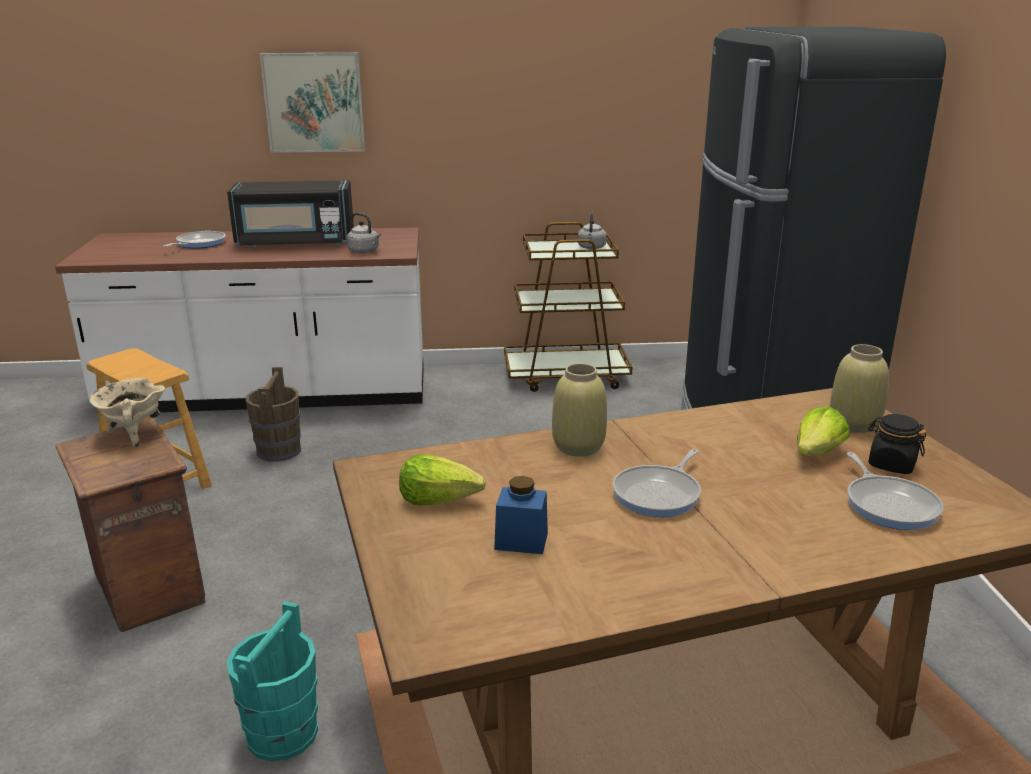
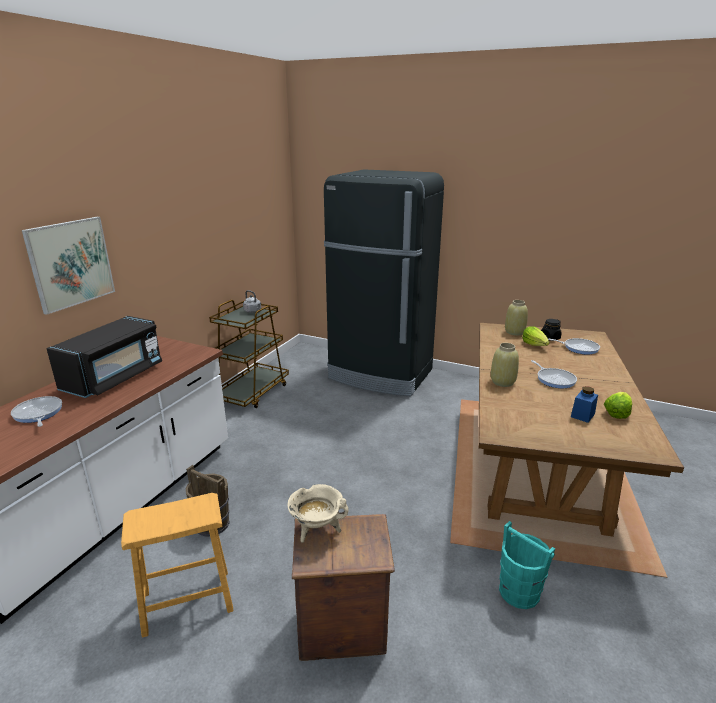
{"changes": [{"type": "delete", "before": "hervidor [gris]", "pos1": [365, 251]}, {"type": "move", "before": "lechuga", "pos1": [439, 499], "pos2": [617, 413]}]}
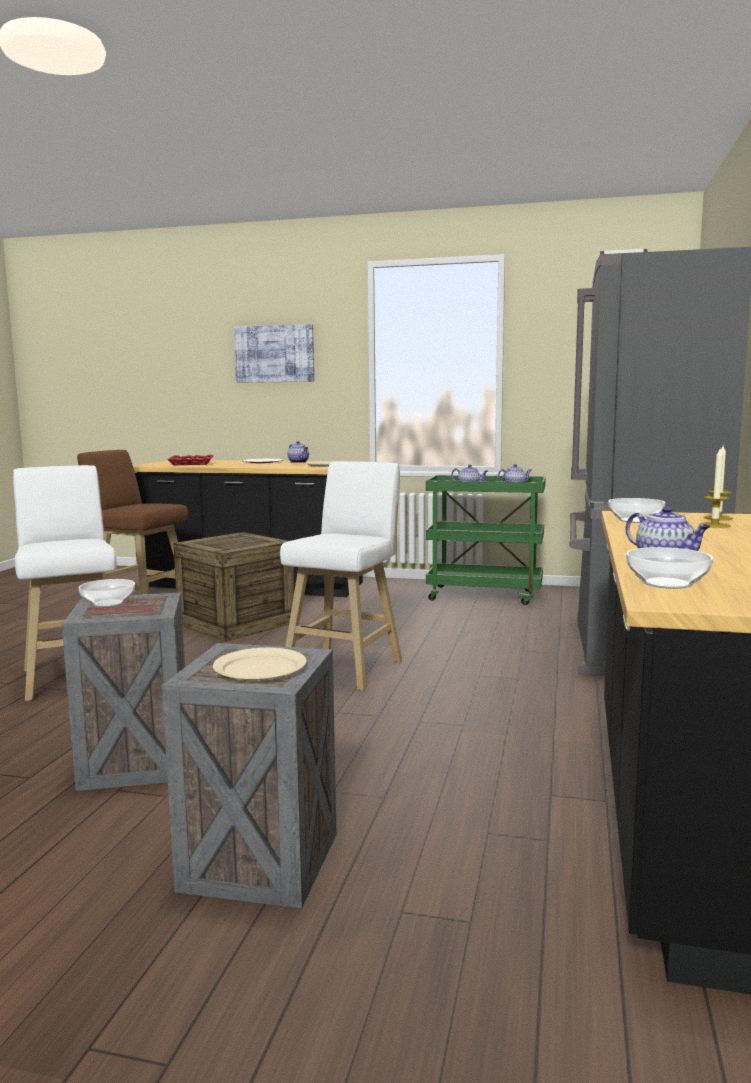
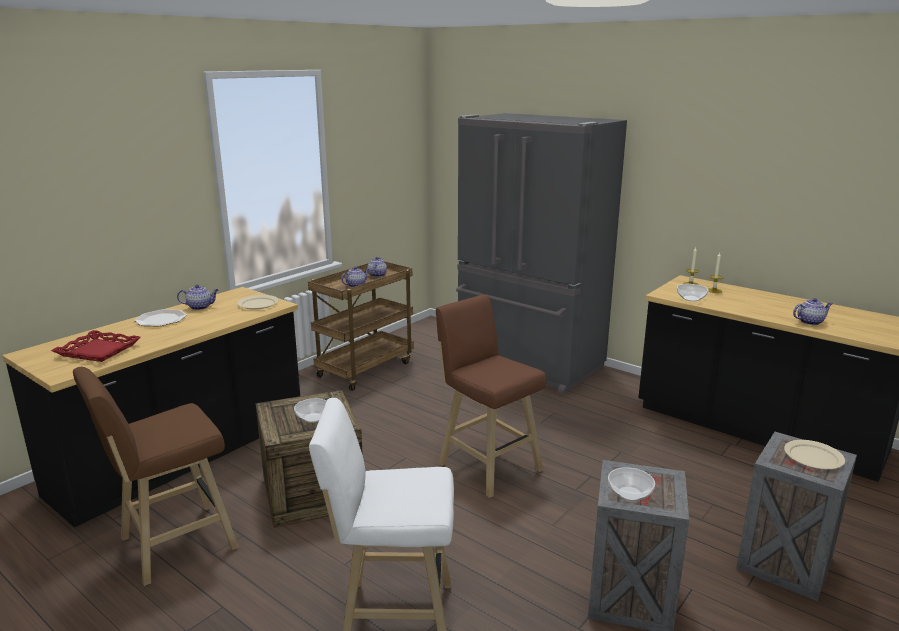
{"changes": [{"type": "delete", "before": "cuadro", "pos1": [274, 354]}, {"type": "recolor", "before": "taburete [blanco]", "after": "taburete [marrón]", "pos1": [346, 667], "pos2": [487, 465]}, {"type": "recolor", "before": "carrito [verde]", "after": "carrito [marrón]", "pos1": [485, 595], "pos2": [365, 368]}, {"type": "move", "before": "cuenco", "pos1": [666, 583], "pos2": [312, 418]}]}
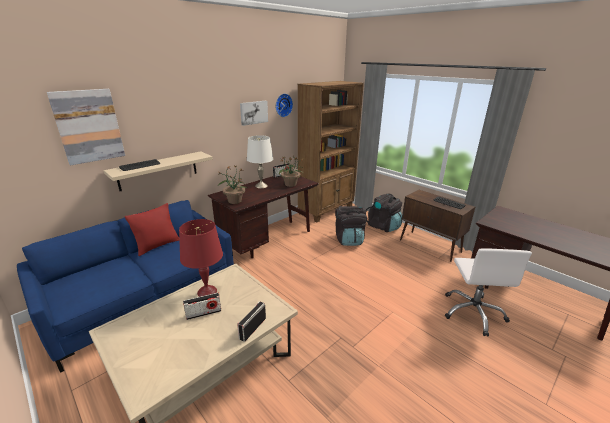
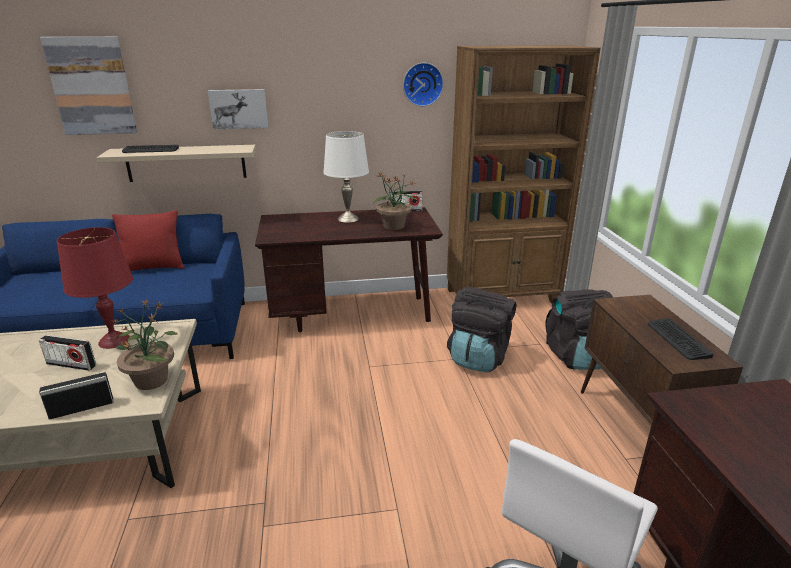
{"changes": [{"type": "move", "before": "cuadro", "pos1": [253, 112], "pos2": [239, 109]}, {"type": "move", "before": "planta en maceta", "pos1": [234, 201], "pos2": [151, 380]}]}
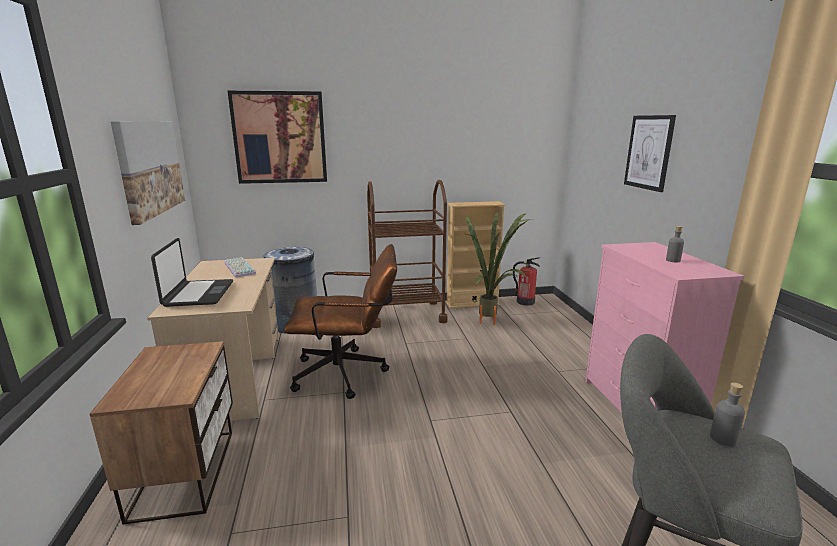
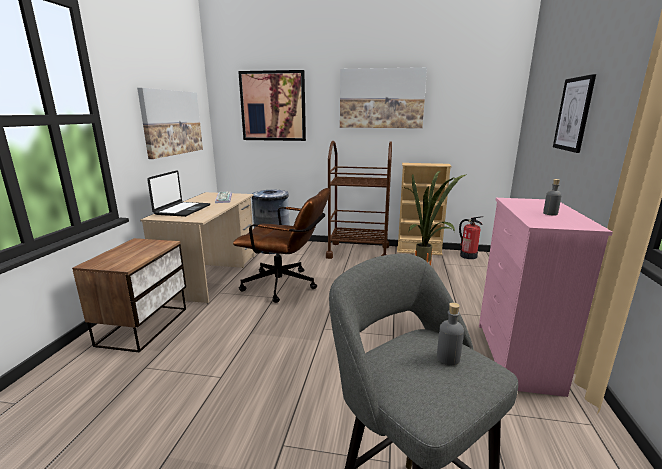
{"changes": [{"type": "insert", "after": "cuadro", "pos2": [381, 98]}]}
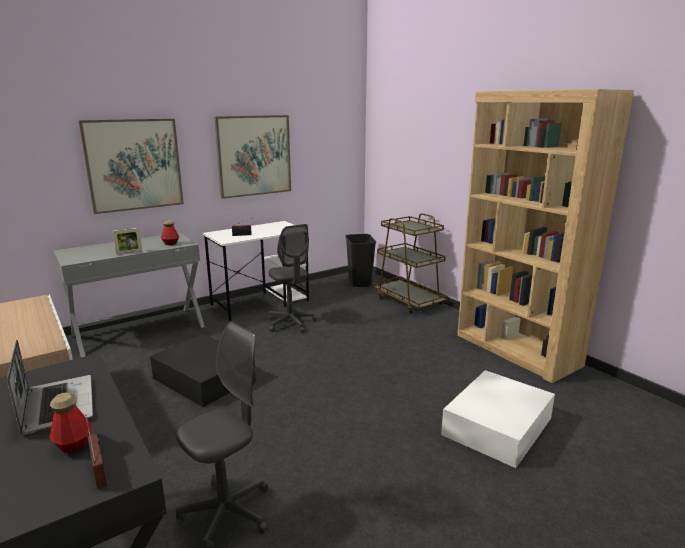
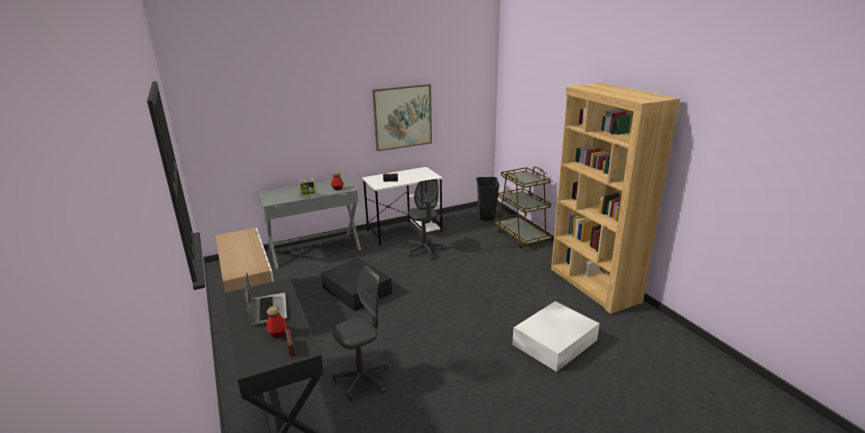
{"changes": [{"type": "delete", "before": "cuadro", "pos1": [134, 165]}]}
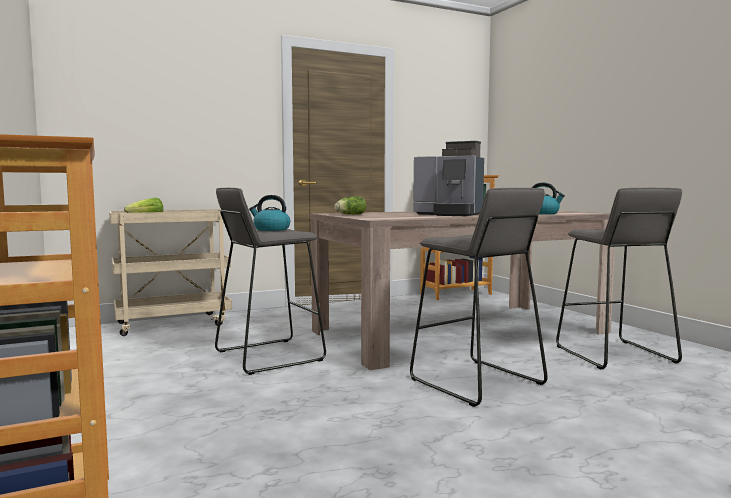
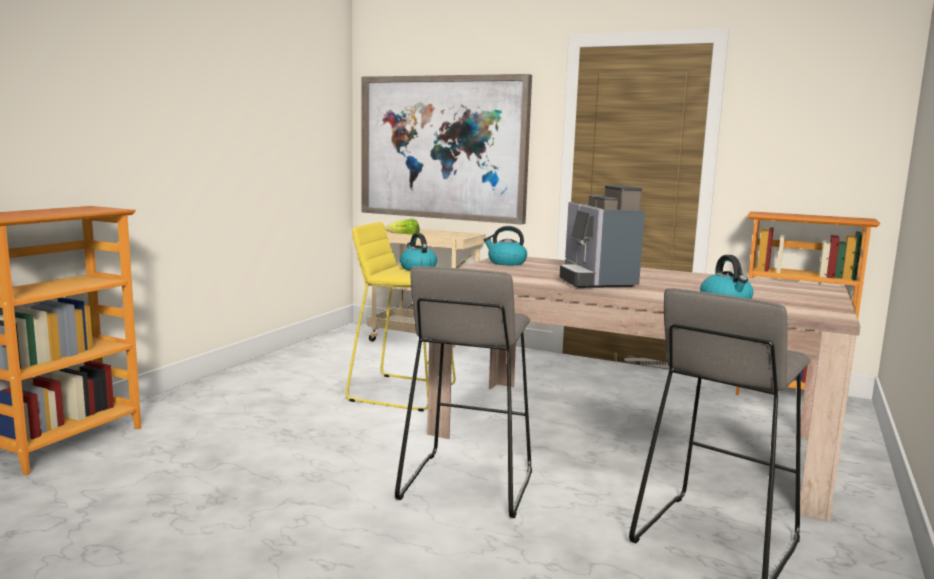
{"changes": [{"type": "recolor", "before": "taburete [gris]", "after": "taburete [amarillo]", "pos1": [268, 356], "pos2": [402, 392]}, {"type": "replace", "before": "lechuga", "after": "hervidor", "pos1": [349, 214], "pos2": [506, 263]}, {"type": "insert", "after": "cuadro", "pos2": [443, 148]}]}
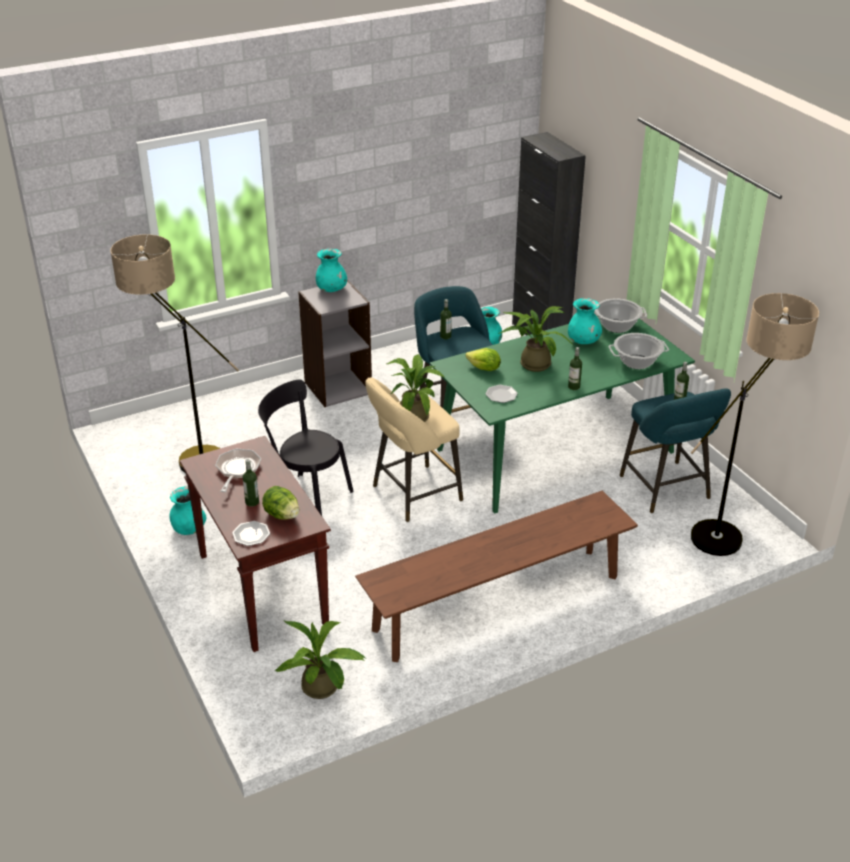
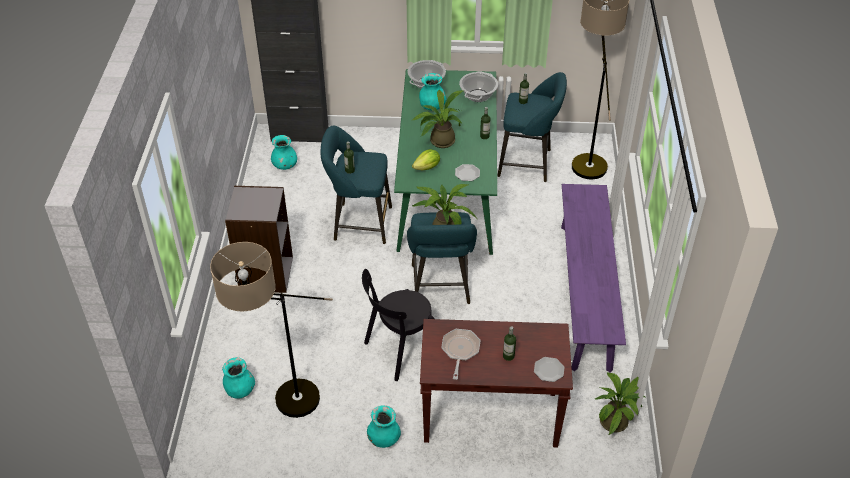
{"changes": [{"type": "move", "before": "florero [turquesa]", "pos1": [331, 289], "pos2": [240, 390]}, {"type": "recolor", "before": "taburete [beis]", "after": "taburete [turquesa]", "pos1": [412, 495], "pos2": [440, 288]}, {"type": "rotate", "before": "sartén", "pos1": [237, 470], "pos2": [460, 351], "turn": 60}, {"type": "delete", "before": "lechuga", "pos1": [282, 515]}, {"type": "recolor", "before": "banco [marrón]", "after": "banco [morado]", "pos1": [497, 603], "pos2": [585, 294]}]}
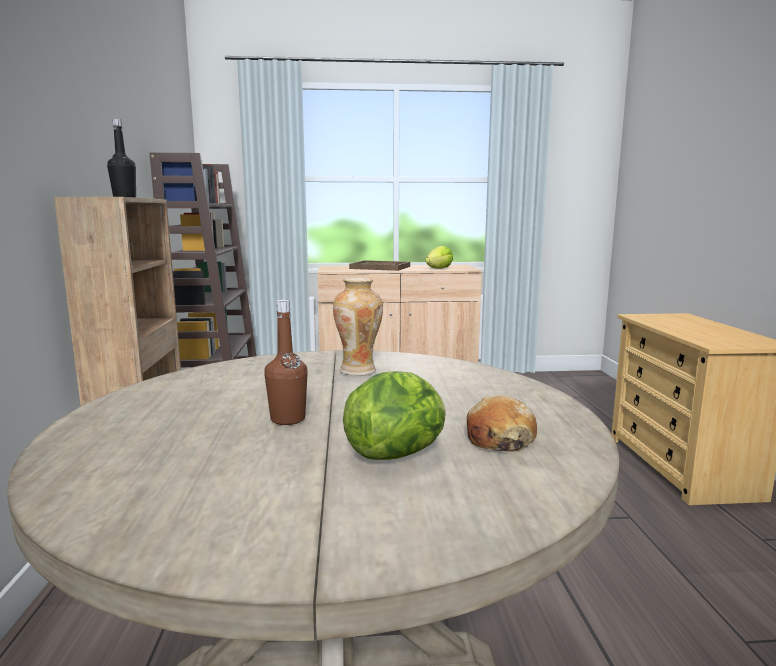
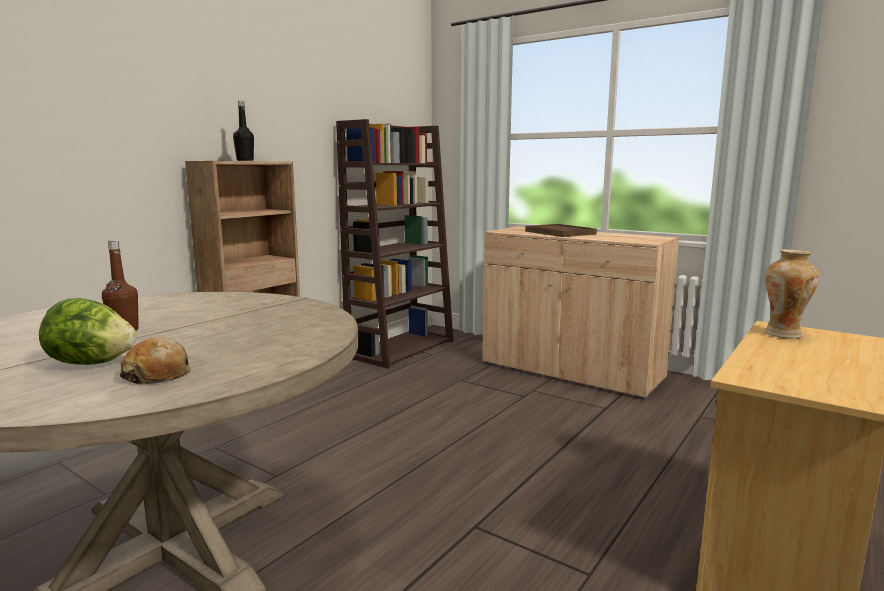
{"changes": [{"type": "delete", "before": "lechuga", "pos1": [438, 269]}, {"type": "move", "before": "florero", "pos1": [359, 371], "pos2": [784, 334]}]}
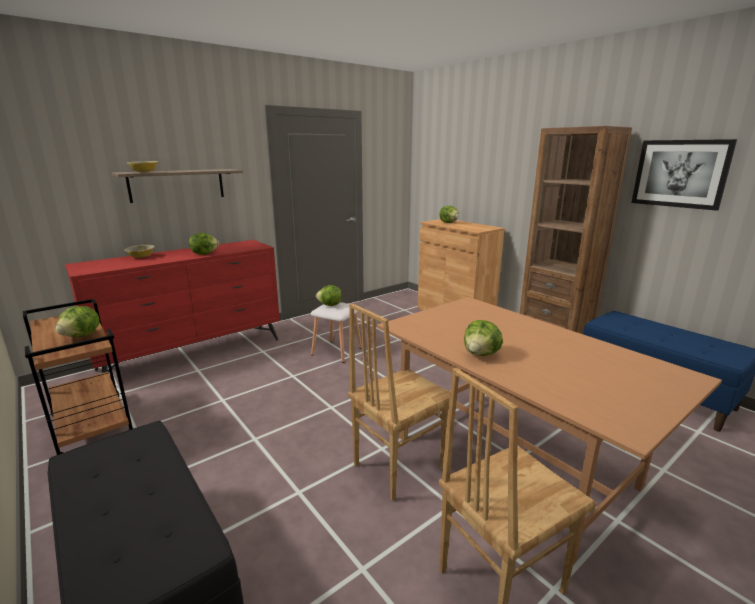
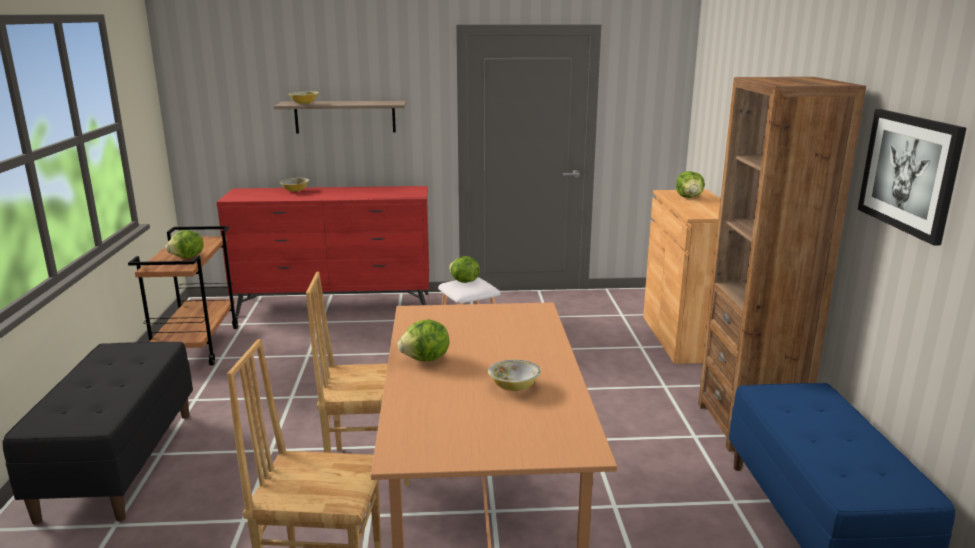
{"changes": [{"type": "delete", "before": "lechuga", "pos1": [204, 254]}, {"type": "insert", "after": "cuenco", "pos2": [514, 386]}]}
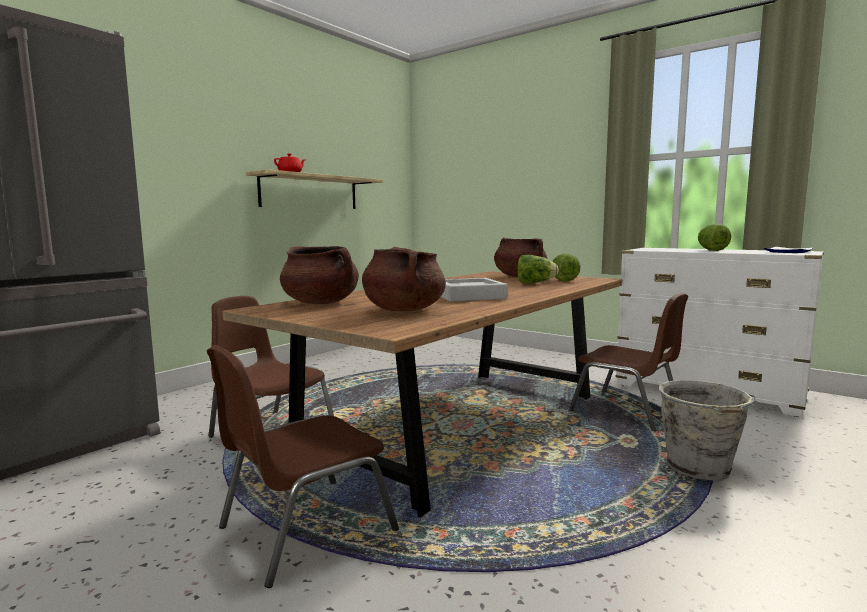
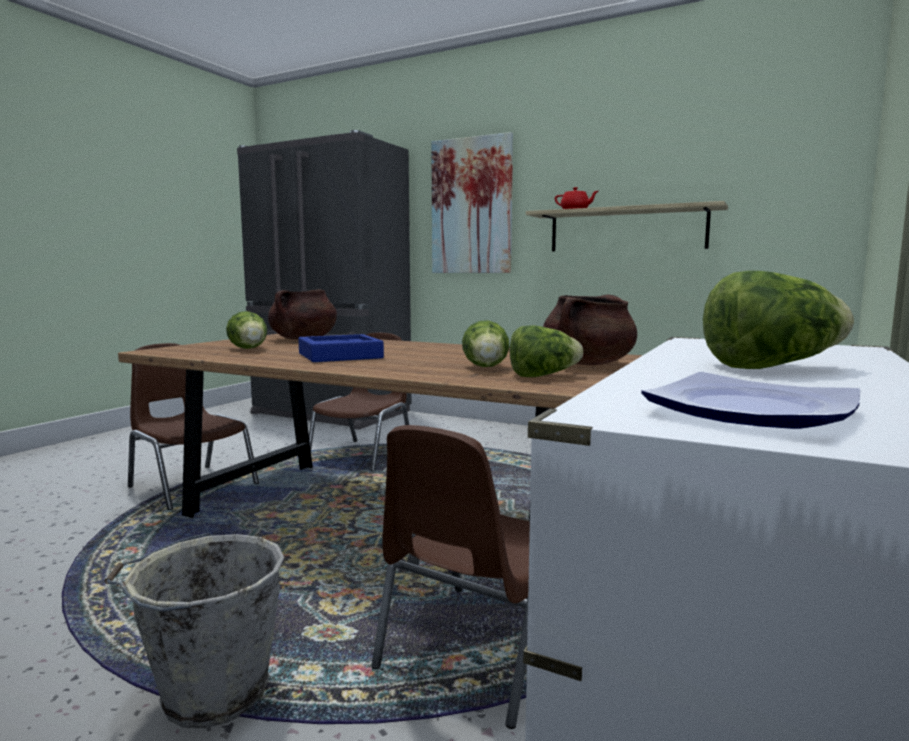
{"changes": [{"type": "replace", "before": "olla [marrón]", "after": "lechuga", "pos1": [404, 310], "pos2": [250, 349]}, {"type": "recolor", "before": "bandeja [gris]", "after": "bandeja [azul]", "pos1": [469, 296], "pos2": [340, 356]}, {"type": "insert", "after": "cuadro", "pos2": [471, 206]}]}
